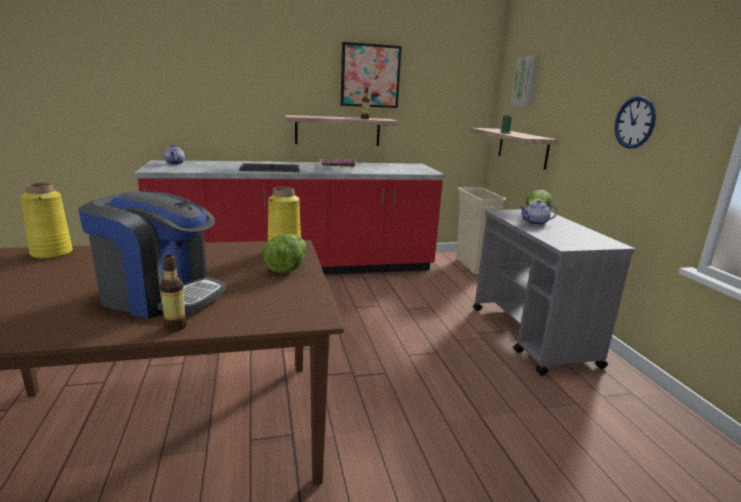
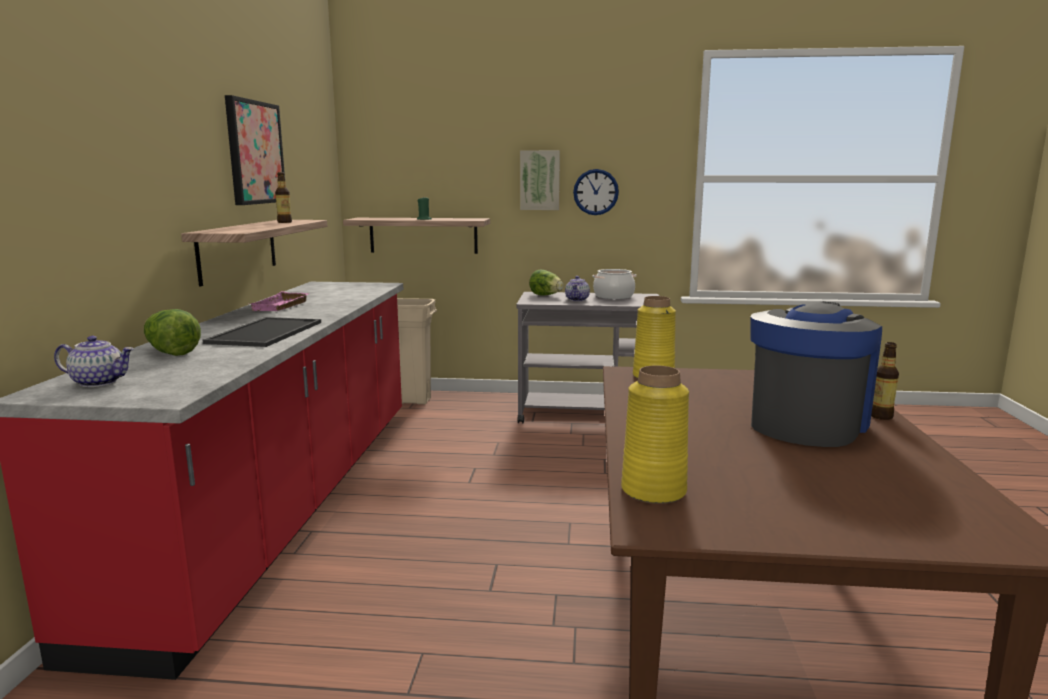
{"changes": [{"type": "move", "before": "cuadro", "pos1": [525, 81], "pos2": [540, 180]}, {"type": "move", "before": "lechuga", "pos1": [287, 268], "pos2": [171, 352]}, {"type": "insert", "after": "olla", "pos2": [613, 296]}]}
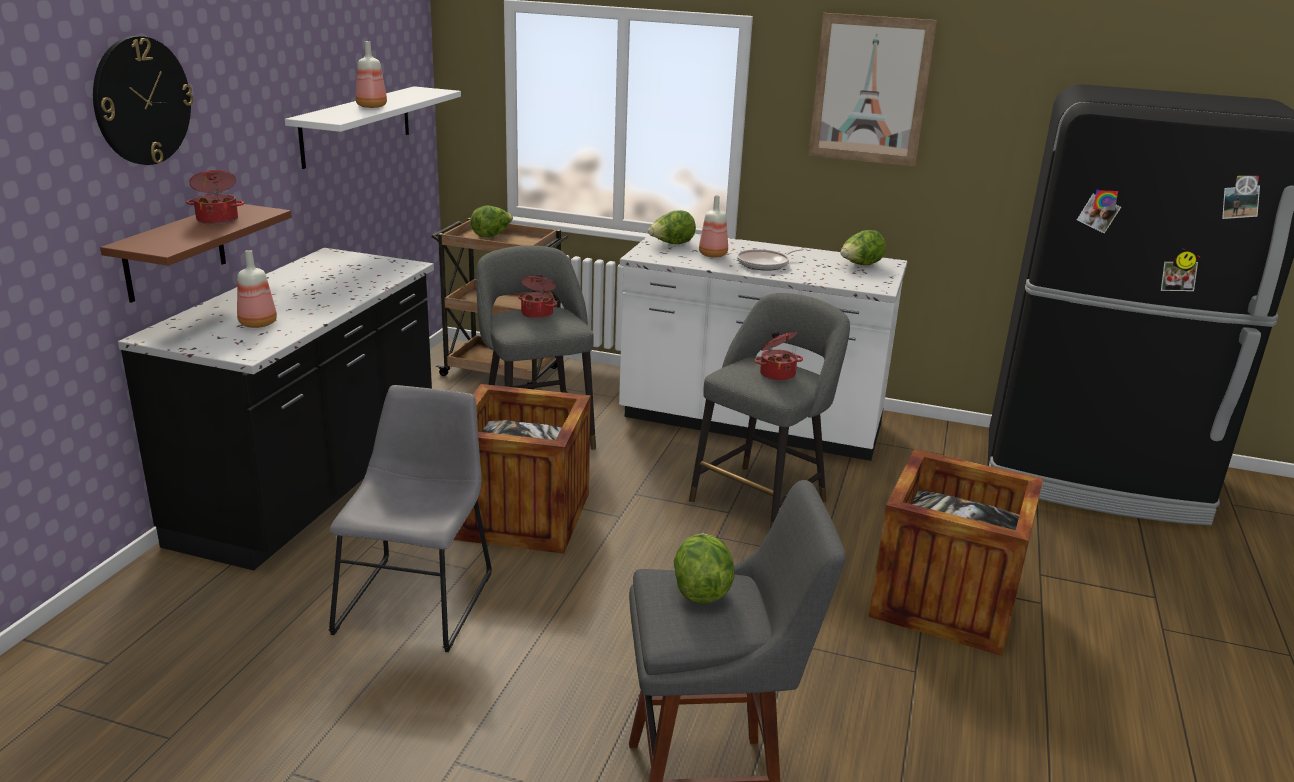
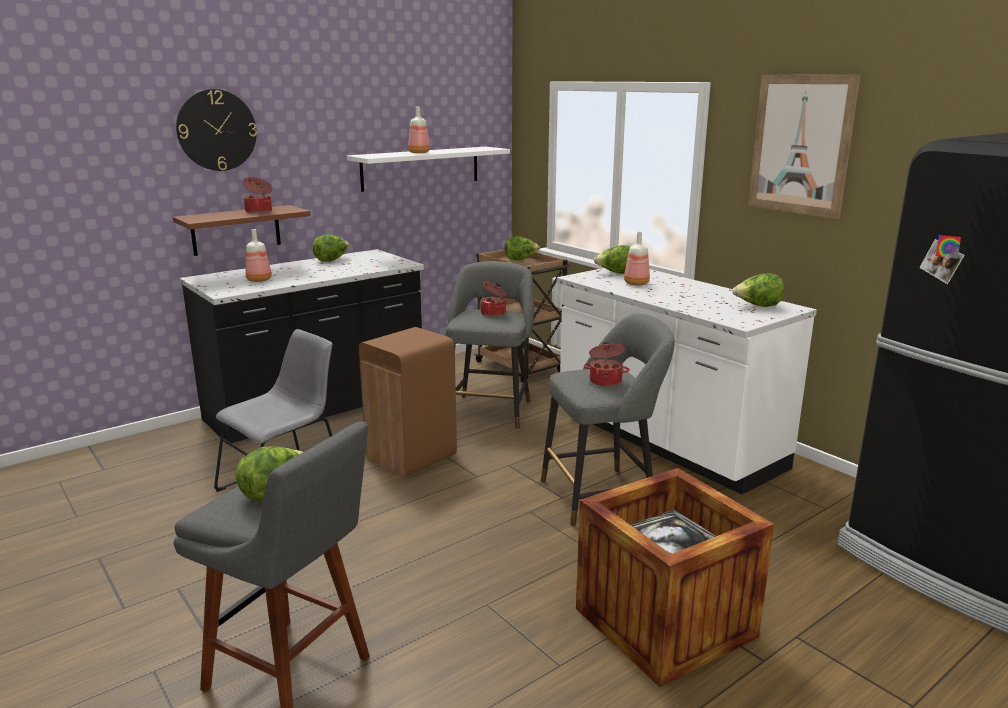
{"changes": [{"type": "delete", "before": "sartén", "pos1": [765, 264]}, {"type": "replace", "before": "caja de embalaje", "after": "papelera [marrón]", "pos1": [521, 515], "pos2": [412, 457]}, {"type": "insert", "after": "lechuga", "pos2": [331, 260]}]}
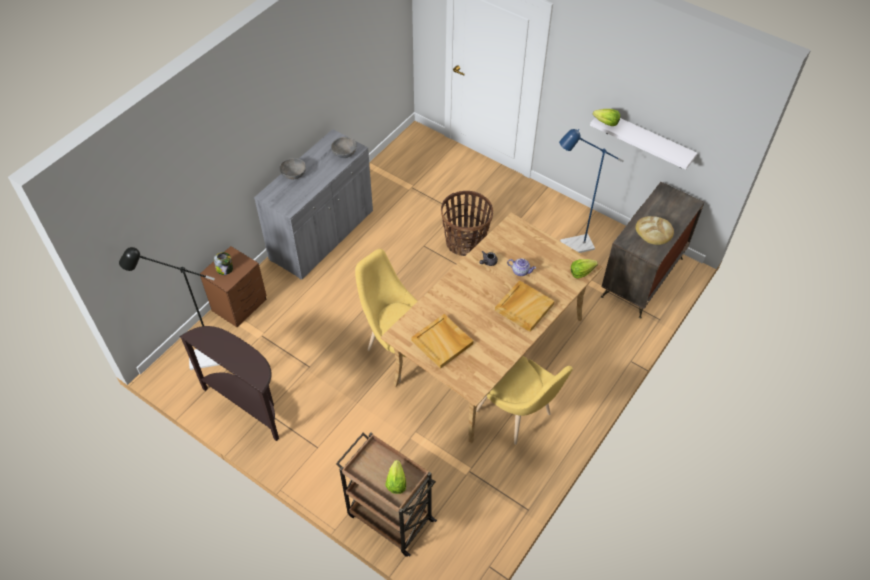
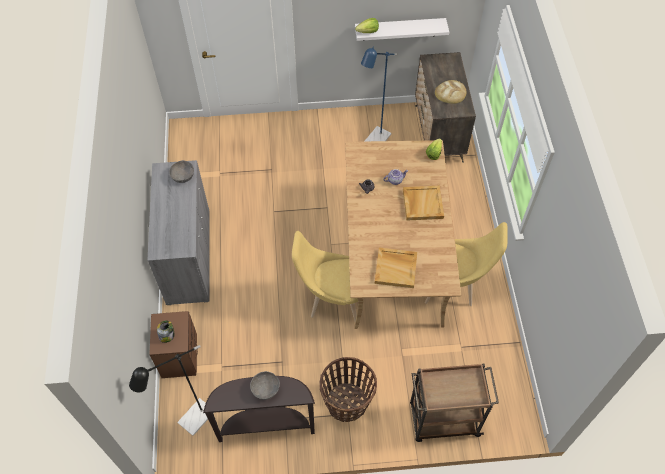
{"changes": [{"type": "move", "before": "cuenco [gris]", "pos1": [294, 174], "pos2": [265, 389]}, {"type": "move", "before": "cesta", "pos1": [465, 242], "pos2": [347, 402]}, {"type": "delete", "before": "lechuga", "pos1": [396, 482]}]}
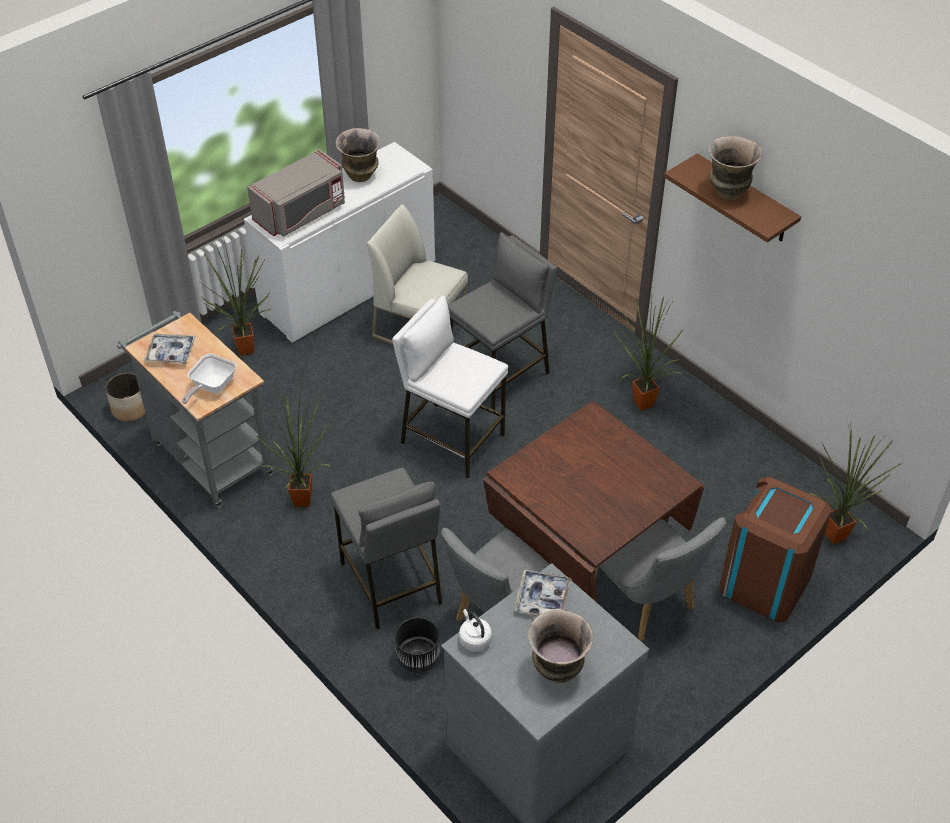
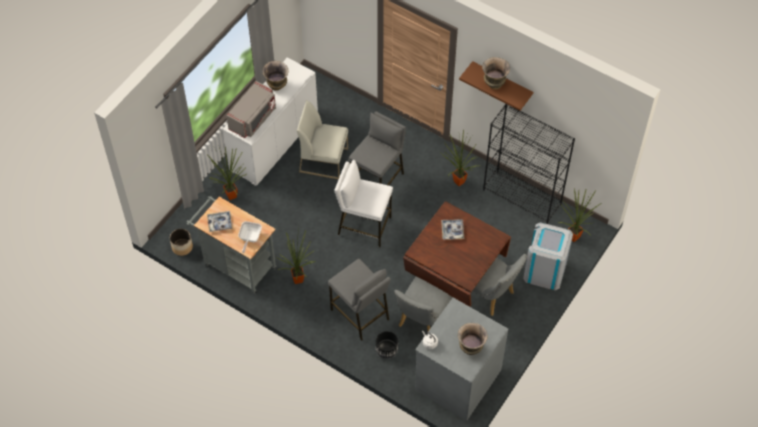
{"changes": [{"type": "recolor", "before": "papelera [marrón]", "after": "papelera [gris]", "pos1": [765, 583], "pos2": [544, 271]}, {"type": "move", "before": "bandeja", "pos1": [542, 598], "pos2": [452, 231]}, {"type": "insert", "after": "estantería [negro]", "pos2": [522, 197]}]}
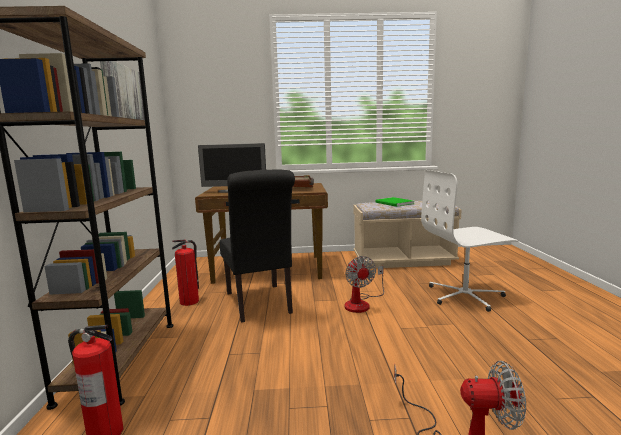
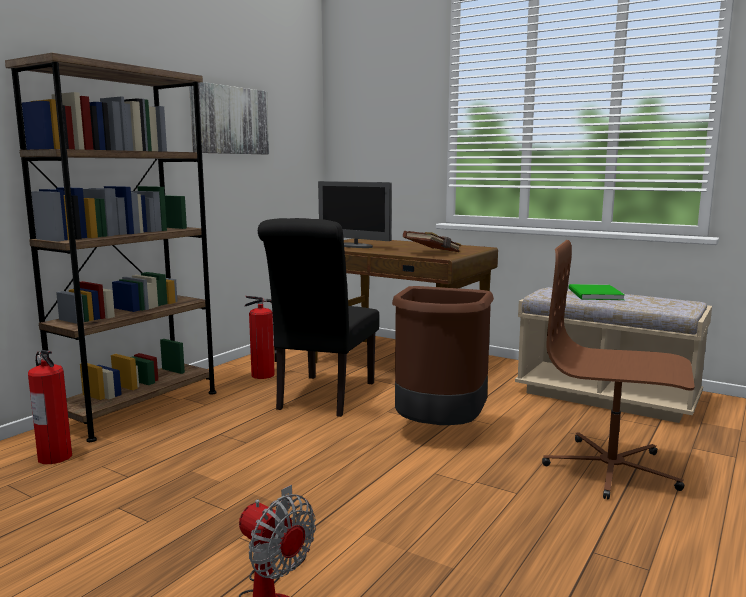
{"changes": [{"type": "recolor", "before": "silla de oficina [blanco]", "after": "silla de oficina [marrón]", "pos1": [465, 296], "pos2": [611, 469]}, {"type": "replace", "before": "ventilador", "after": "papelera [marrón]", "pos1": [361, 303], "pos2": [438, 431]}]}
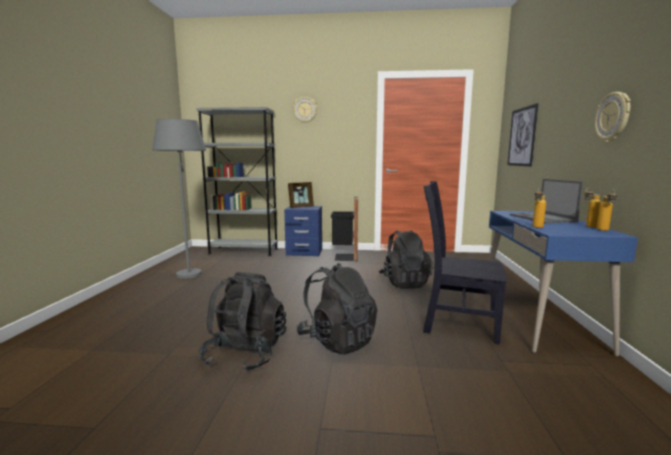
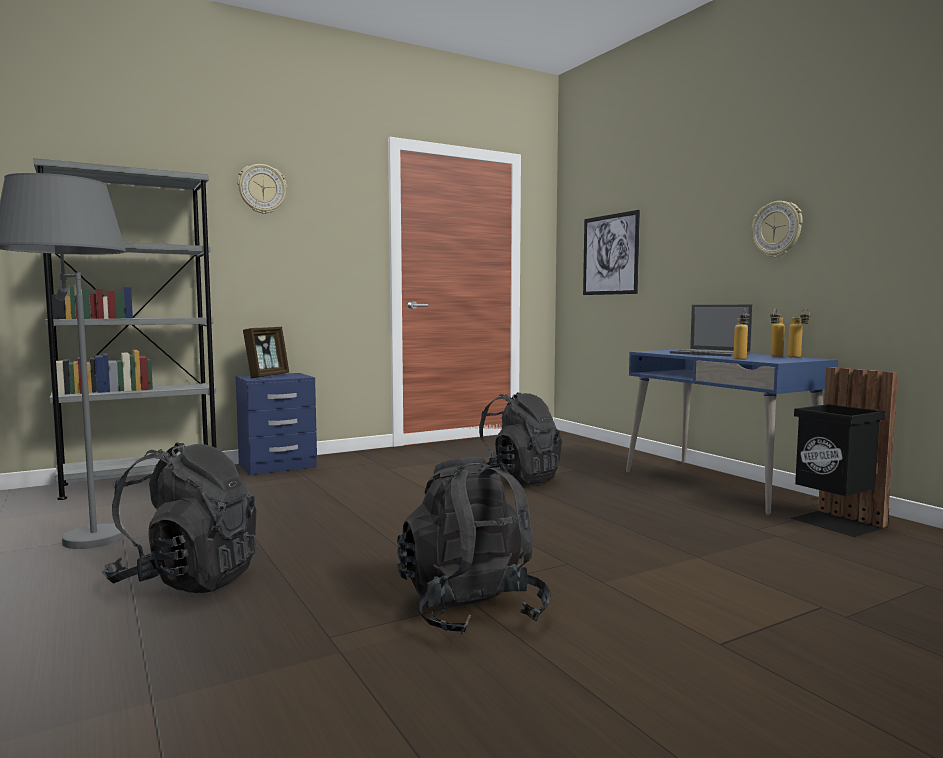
{"changes": [{"type": "delete", "before": "silla [negro]", "pos1": [456, 323]}, {"type": "move", "before": "papelera [negro]", "pos1": [344, 257], "pos2": [836, 523]}, {"type": "move", "before": "mochila [negro]", "pos1": [337, 340], "pos2": [187, 580]}]}
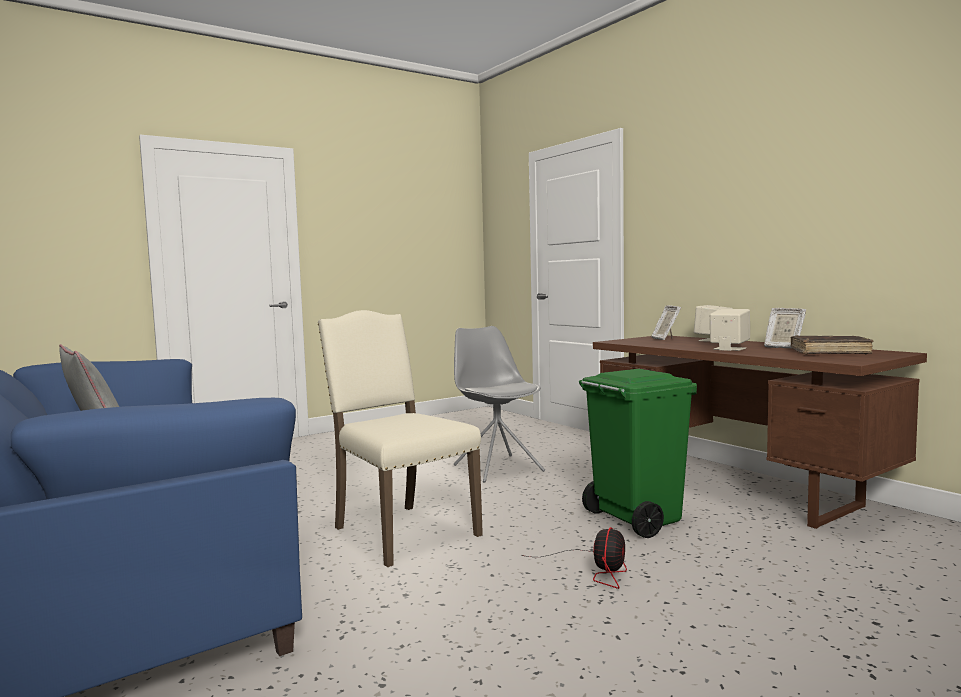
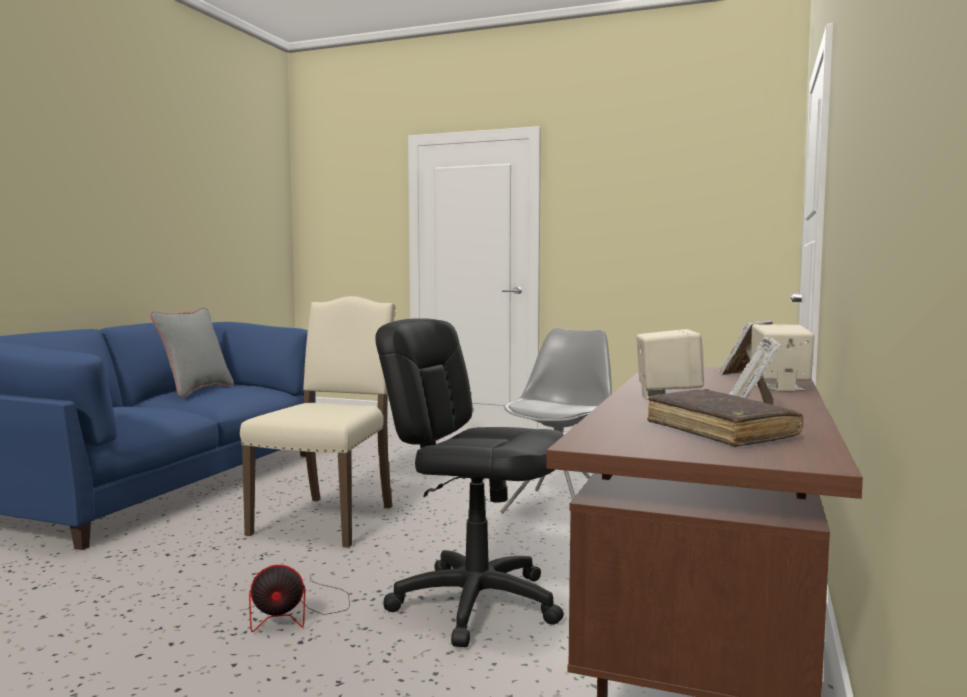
{"changes": [{"type": "replace", "before": "papelera [verde]", "after": "silla de oficina [negro]", "pos1": [635, 519], "pos2": [476, 603]}]}
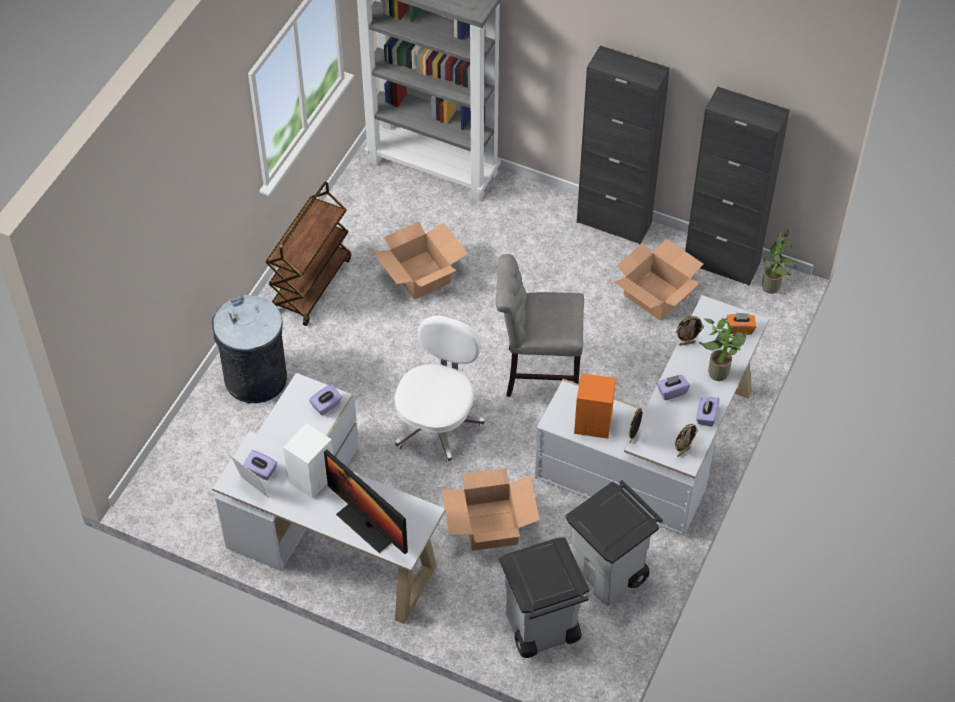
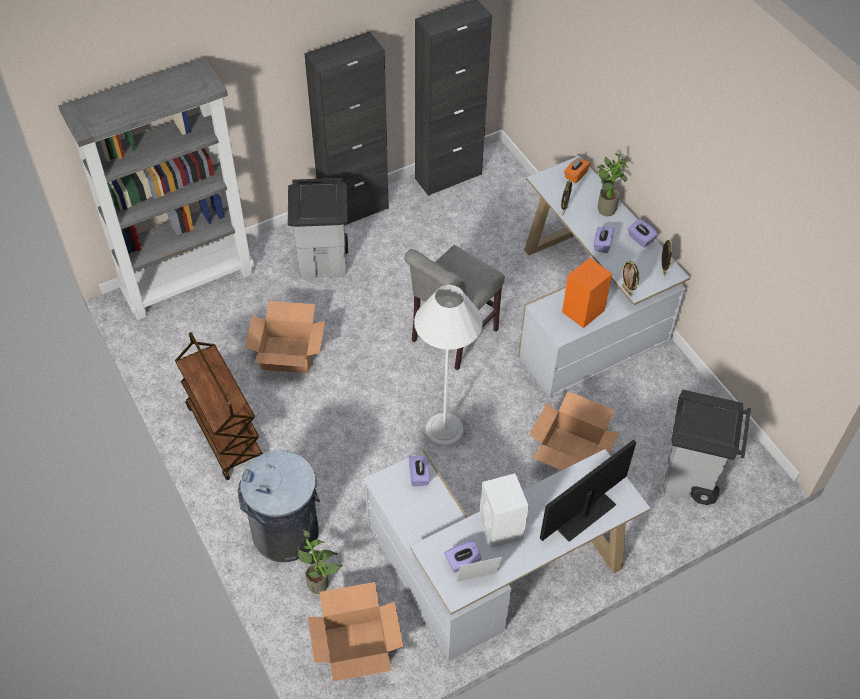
{"changes": [{"type": "move", "before": "planta en maceta", "pos1": [773, 288], "pos2": [321, 583]}, {"type": "move", "before": "caja de cartón", "pos1": [655, 295], "pos2": [356, 646]}, {"type": "replace", "before": "silla de oficina [blanco]", "after": "lámpara de pie [blanco]", "pos1": [437, 423], "pos2": [444, 429]}, {"type": "rotate", "before": "monitor", "pos1": [368, 525], "pos2": [582, 513], "turn": 150}, {"type": "move", "before": "papelera [gris]", "pos1": [609, 574], "pos2": [324, 260]}]}
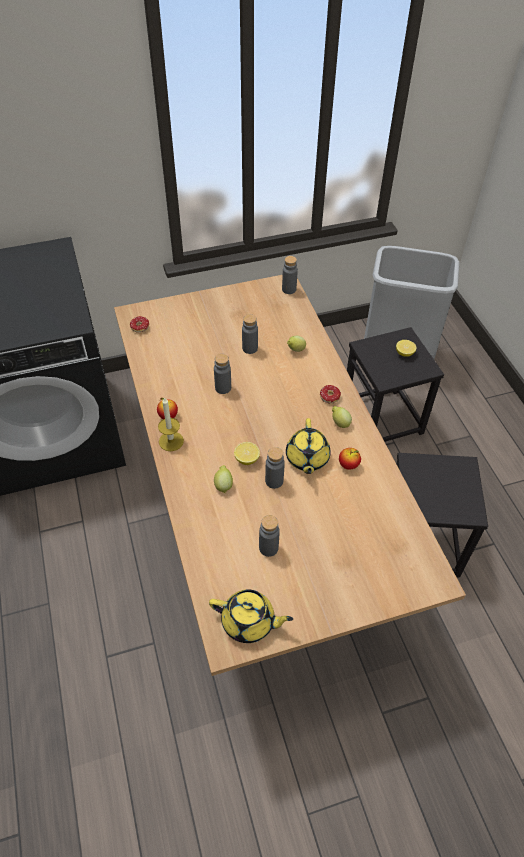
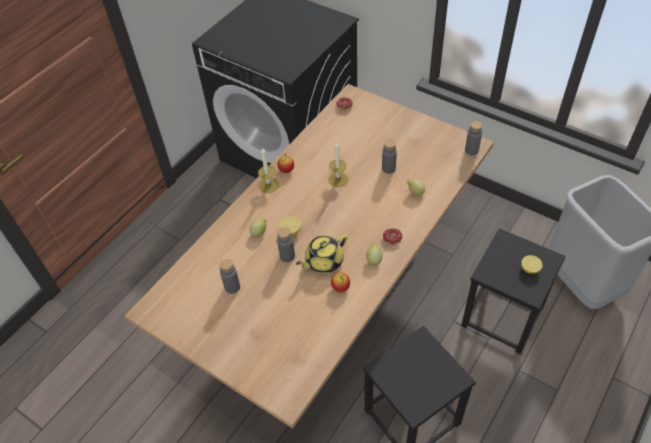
{"changes": [{"type": "replace", "before": "botella [gris]", "after": "vela", "pos1": [223, 388], "pos2": [338, 179]}, {"type": "delete", "before": "tetera [amarillo]", "pos1": [249, 622]}]}
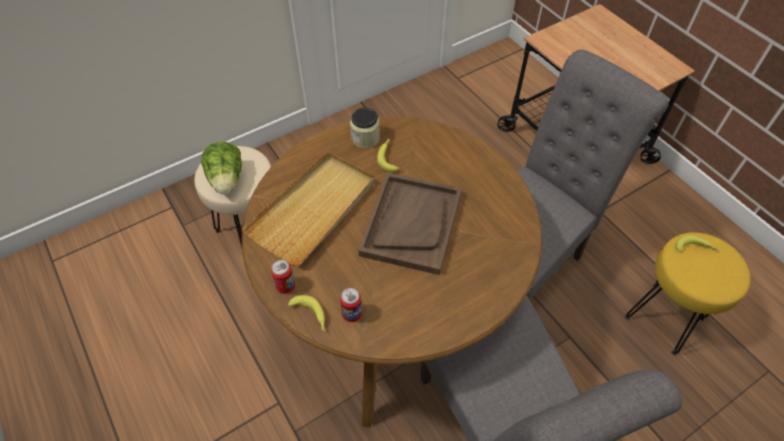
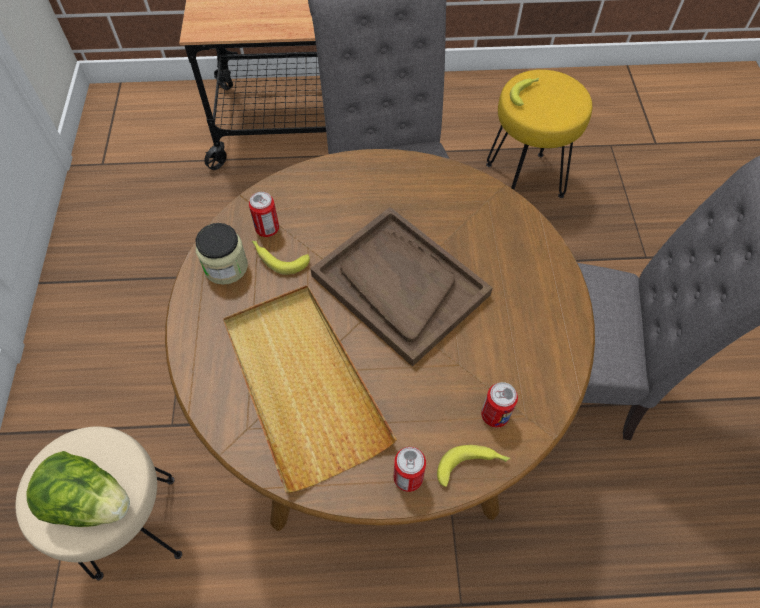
{"changes": [{"type": "insert", "after": "lata", "pos2": [267, 229]}]}
